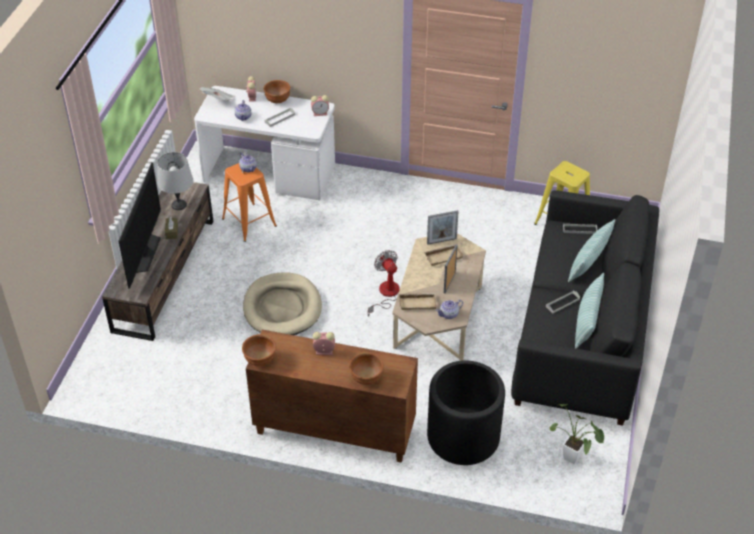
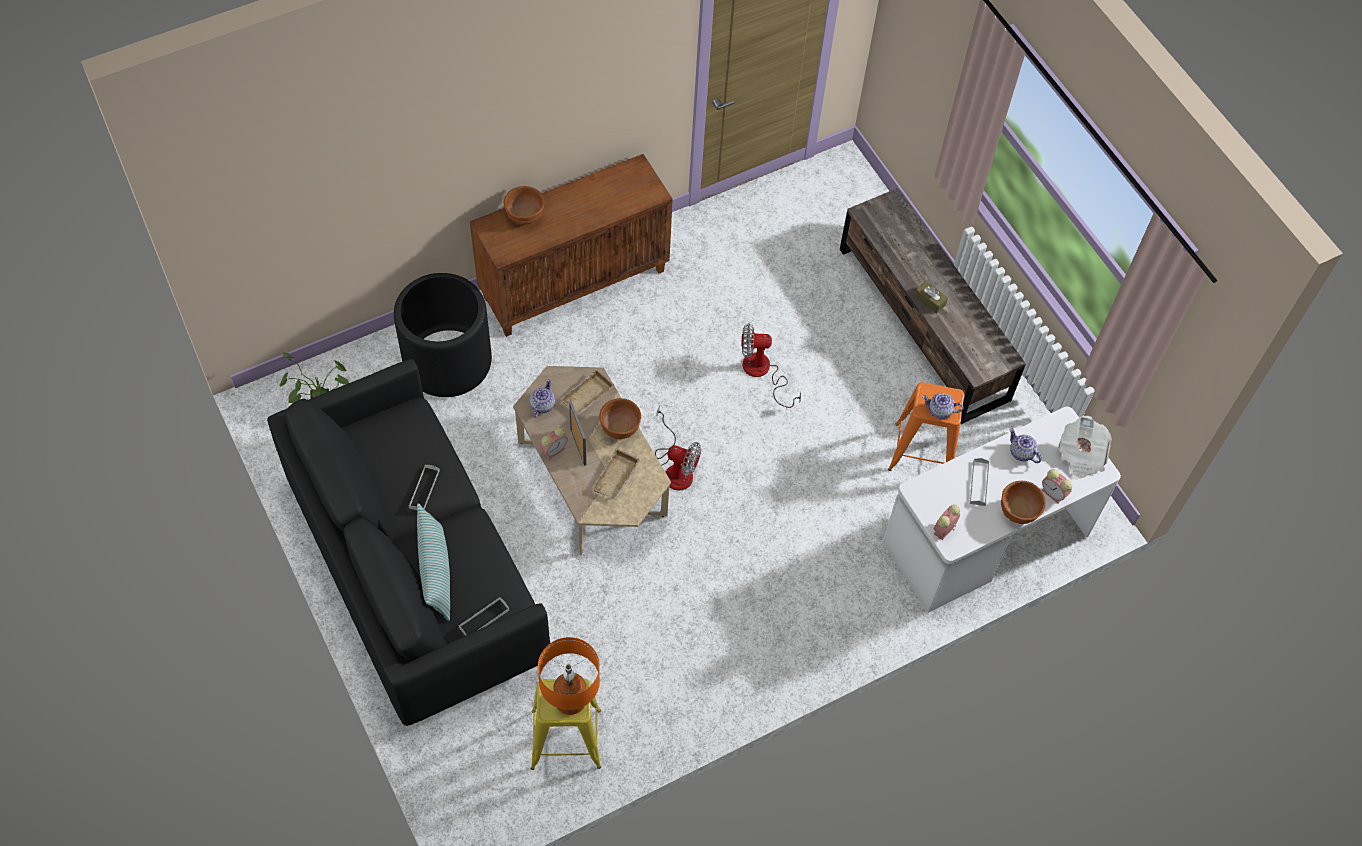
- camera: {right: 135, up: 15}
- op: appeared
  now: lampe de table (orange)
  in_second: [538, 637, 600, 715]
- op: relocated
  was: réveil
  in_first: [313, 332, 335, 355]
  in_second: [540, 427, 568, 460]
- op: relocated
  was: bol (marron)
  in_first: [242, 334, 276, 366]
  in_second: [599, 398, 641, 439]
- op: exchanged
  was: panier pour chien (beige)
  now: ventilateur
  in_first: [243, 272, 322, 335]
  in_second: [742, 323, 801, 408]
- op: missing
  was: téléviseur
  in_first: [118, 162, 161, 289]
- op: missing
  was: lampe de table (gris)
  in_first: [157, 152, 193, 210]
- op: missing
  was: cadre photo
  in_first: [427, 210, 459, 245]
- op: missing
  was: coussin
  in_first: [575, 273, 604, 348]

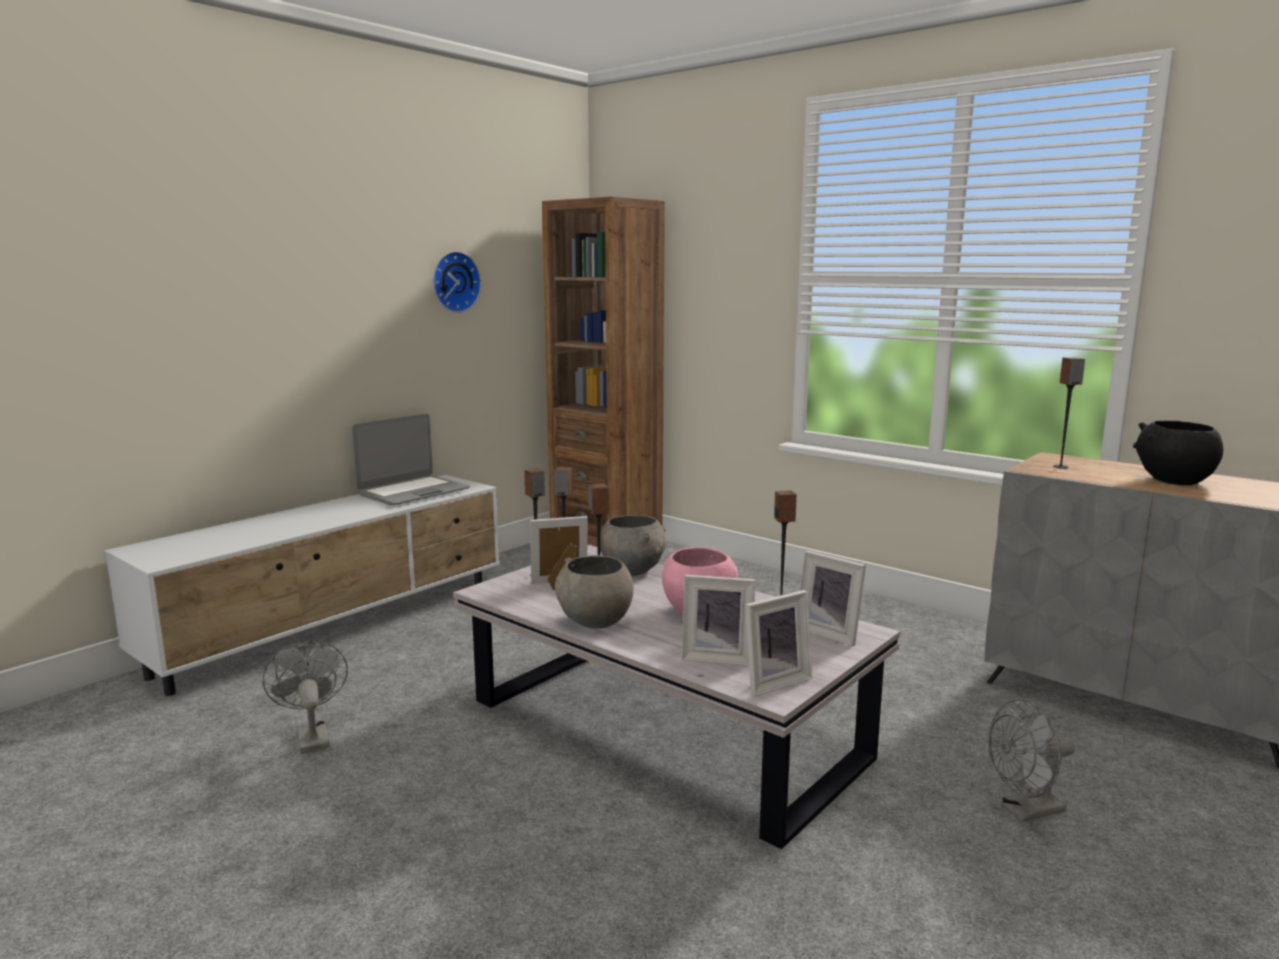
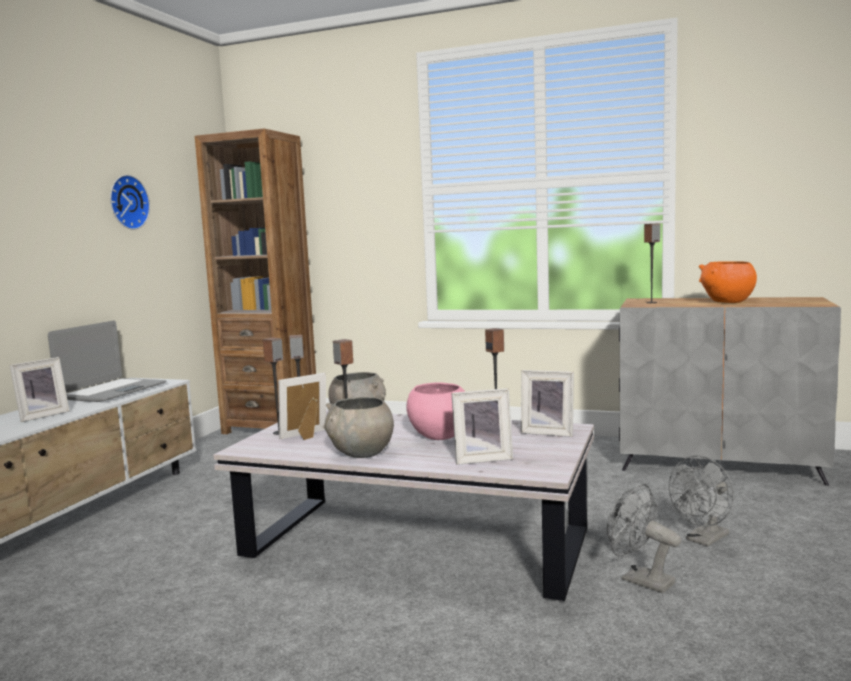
- camera: {right: -20, up: -5}
- op: relocated
  was: cadre photo
  in_first: [745, 590, 812, 696]
  in_second: [10, 357, 70, 422]
- op: relocated
  was: ventilateur (gris)
  in_first: [263, 641, 348, 754]
  in_second: [607, 484, 681, 593]
- op: colour
  was: bol (noir)
  now: bol (orange)
  in_first: [1133, 421, 1223, 485]
  in_second: [699, 261, 757, 303]

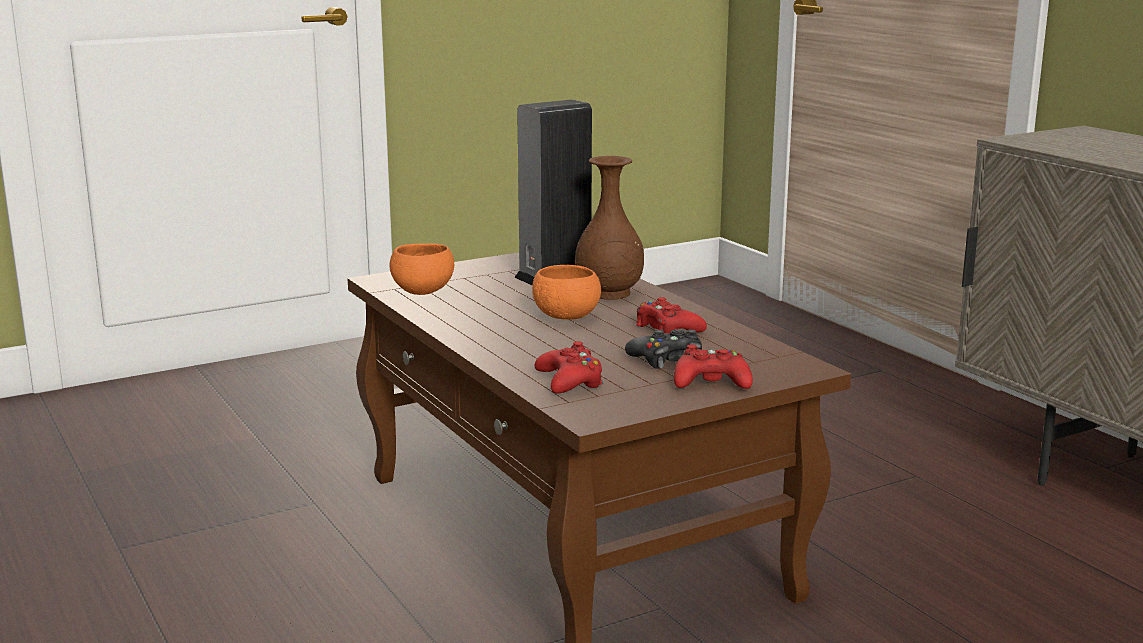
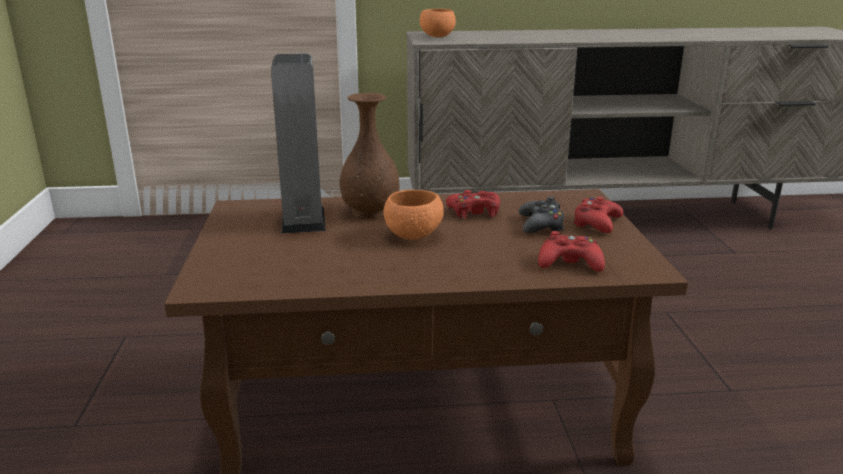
- camera: {right: -65, up: 5}
- op: relocated
  was: bol (orange)
  in_first: [390, 243, 454, 295]
  in_second: [420, 9, 456, 37]

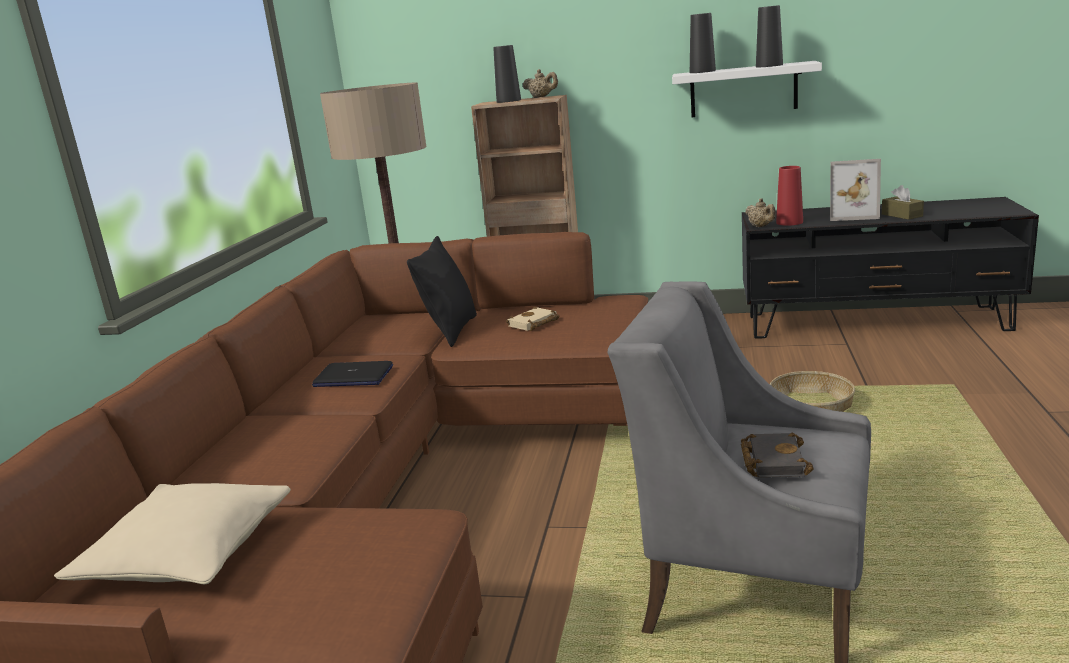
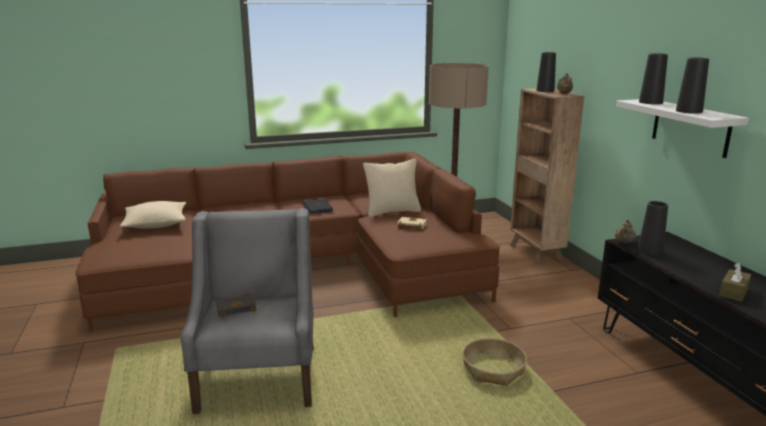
- camera: {right: 60, up: 0}
- op: colour
  was: coussin (noir)
  now: coussin (beige)
  in_first: [407, 236, 477, 347]
  in_second: [363, 159, 421, 217]
- op: colour
  was: vase (rouge)
  now: vase (noir)
  in_first: [776, 166, 803, 226]
  in_second: [638, 201, 668, 256]
- op: missing
  was: cadre photo
  in_first: [830, 159, 881, 221]

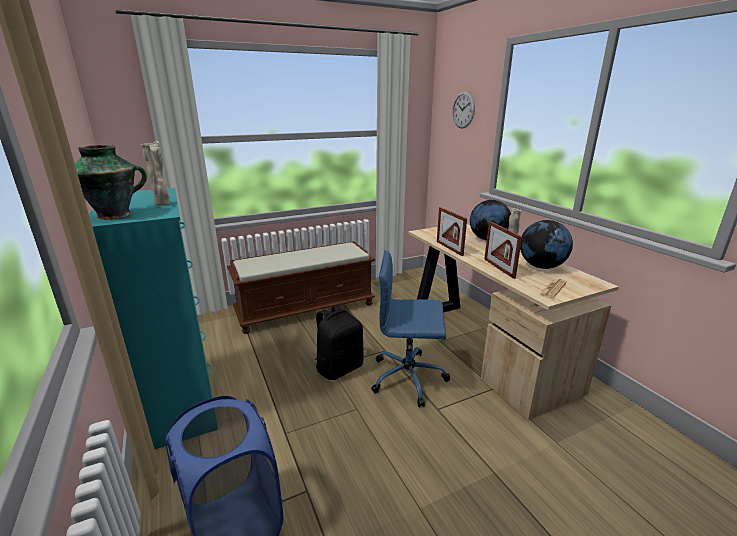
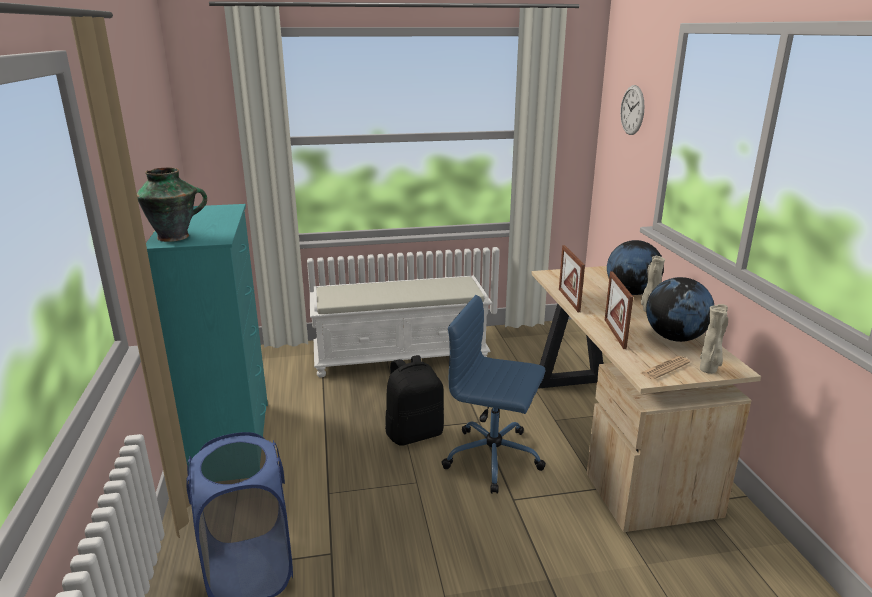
- camera: {right: 15, up: 0}
- op: colour
  was: banc (marron)
  now: banc (blanc)
  in_first: [227, 241, 375, 334]
  in_second: [310, 275, 492, 378]
- op: relocated
  was: vase (beige)
  in_first: [141, 141, 170, 205]
  in_second: [700, 304, 728, 374]

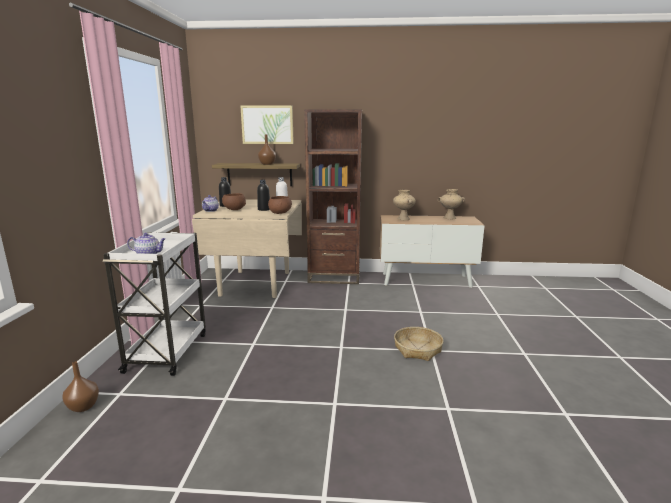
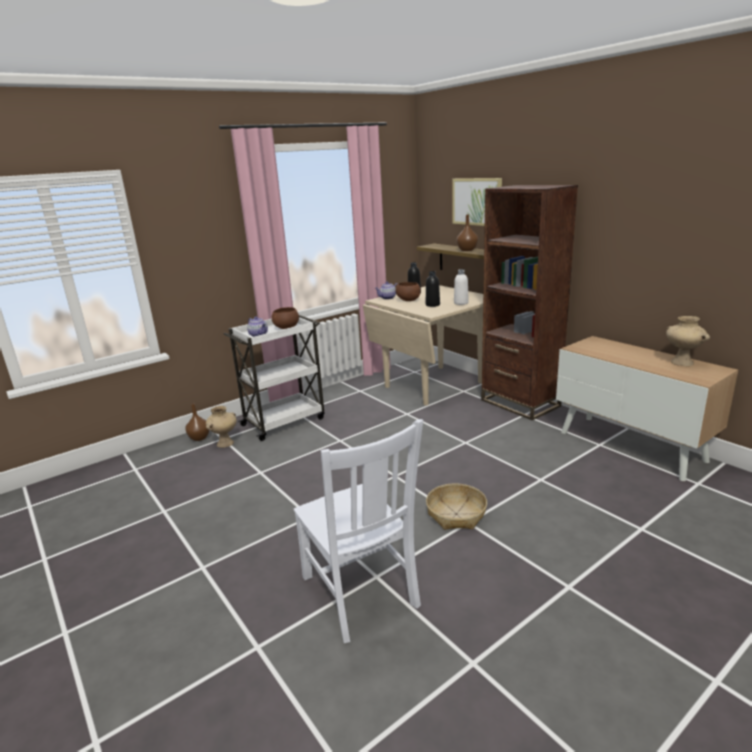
- camera: {right: 50, up: 5}
- op: relocated
  was: vase (beige)
  in_first: [393, 190, 416, 220]
  in_second: [206, 406, 237, 448]
- op: relocated
  was: bol (marron)
  in_first: [268, 196, 292, 214]
  in_second: [272, 307, 299, 329]
- op: appeared
  now: chaise (blanc)
  in_second: [294, 419, 423, 643]

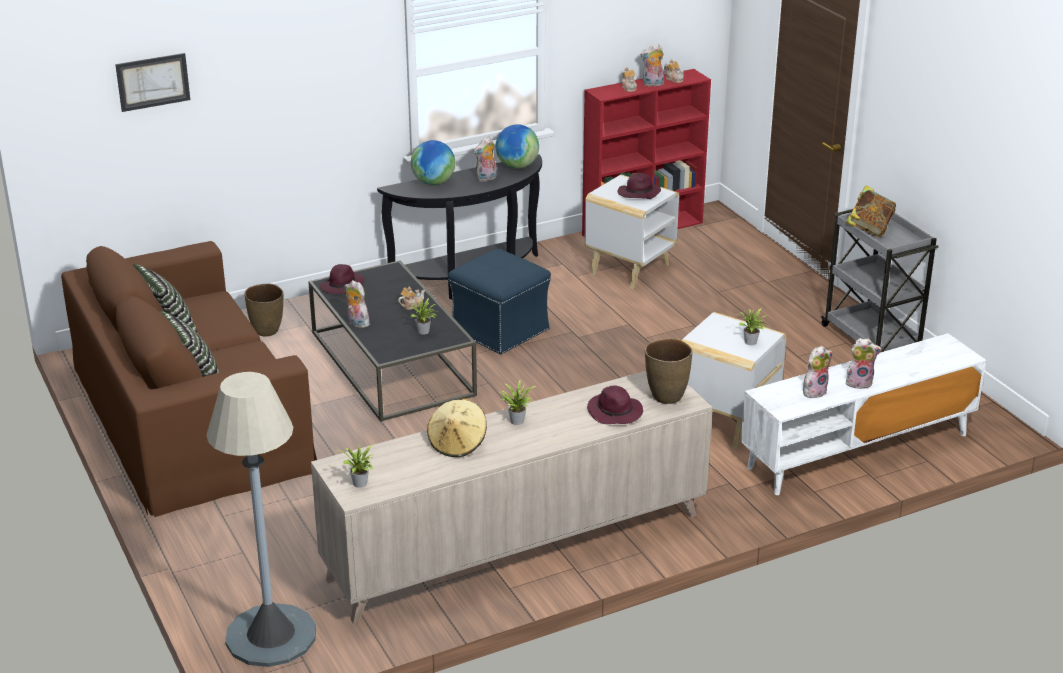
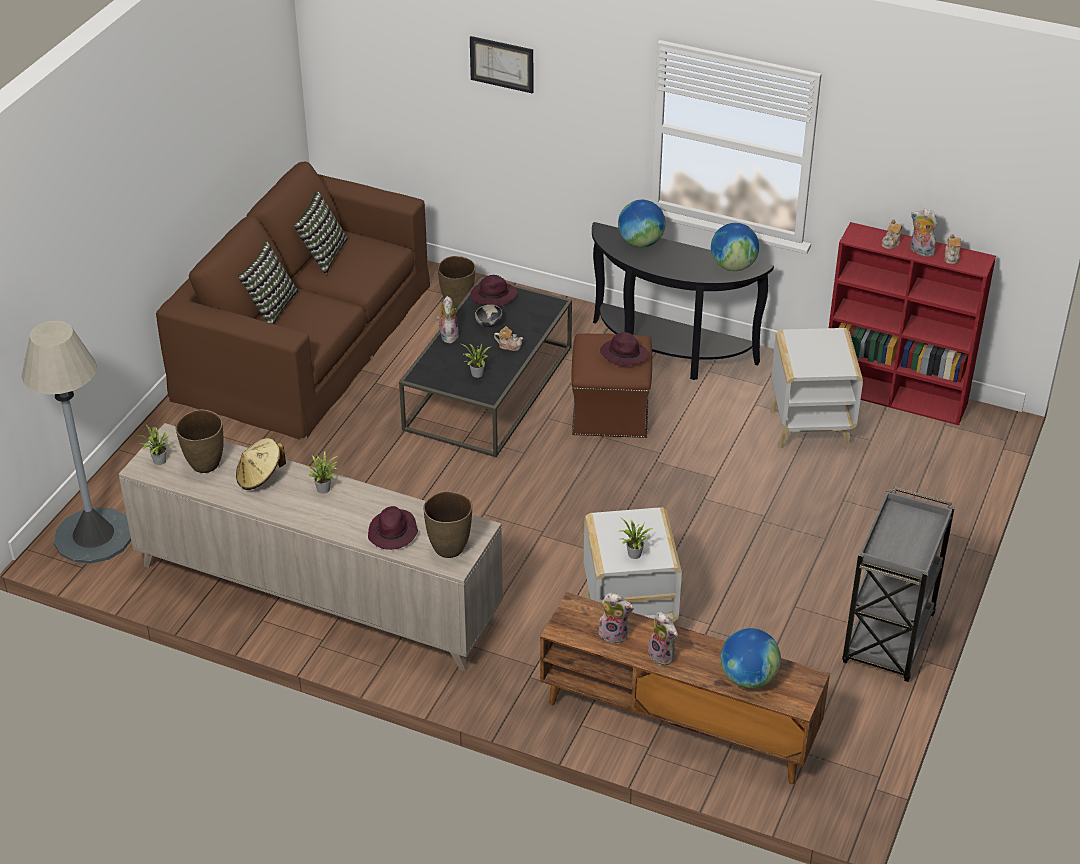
- camera: {right: 50, up: 10}
- op: appeared
  now: vase (marron)
  in_second: [176, 409, 223, 473]
- op: relocated
  was: tableau
  in_first: [115, 53, 190, 112]
  in_second: [470, 36, 533, 94]
- op: appeared
  now: bol
  in_second: [475, 305, 502, 327]
- op: colour
  was: meuble télé (blanc)
  now: meuble télé (marron)
  in_first: [741, 333, 986, 495]
  in_second: [540, 592, 830, 784]
- op: colour
  was: pouf (bleu)
  now: pouf (marron)
  in_first: [448, 249, 551, 355]
  in_second: [571, 334, 652, 438]
- op: relocated
  was: chapeau (violet)
  in_first: [617, 173, 661, 199]
  in_second: [600, 332, 649, 367]
- op: appeared
  now: globe
  in_second: [721, 628, 781, 689]
- op: missing
  was: peluche
  in_first: [474, 137, 497, 182]
- op: missing
  was: livre
  in_first: [846, 185, 896, 237]

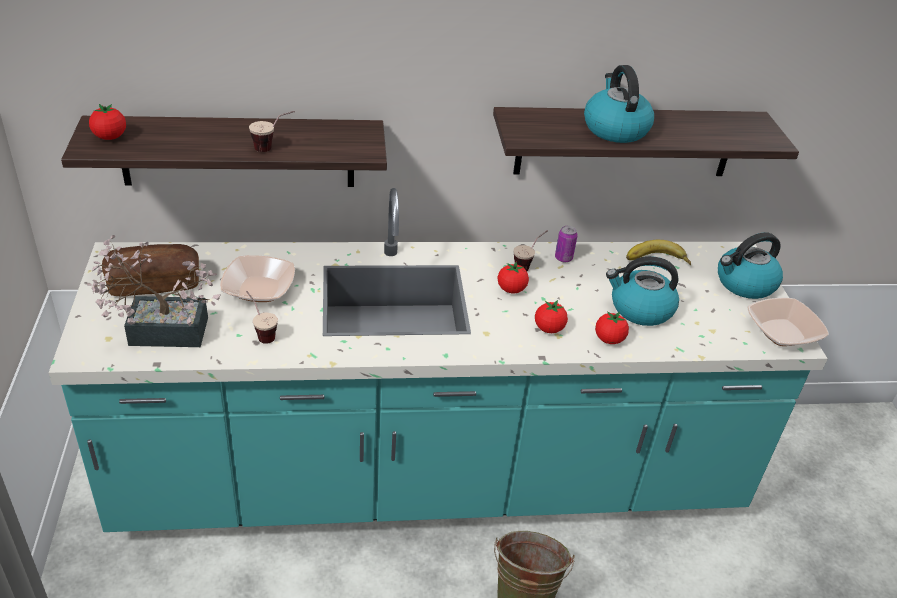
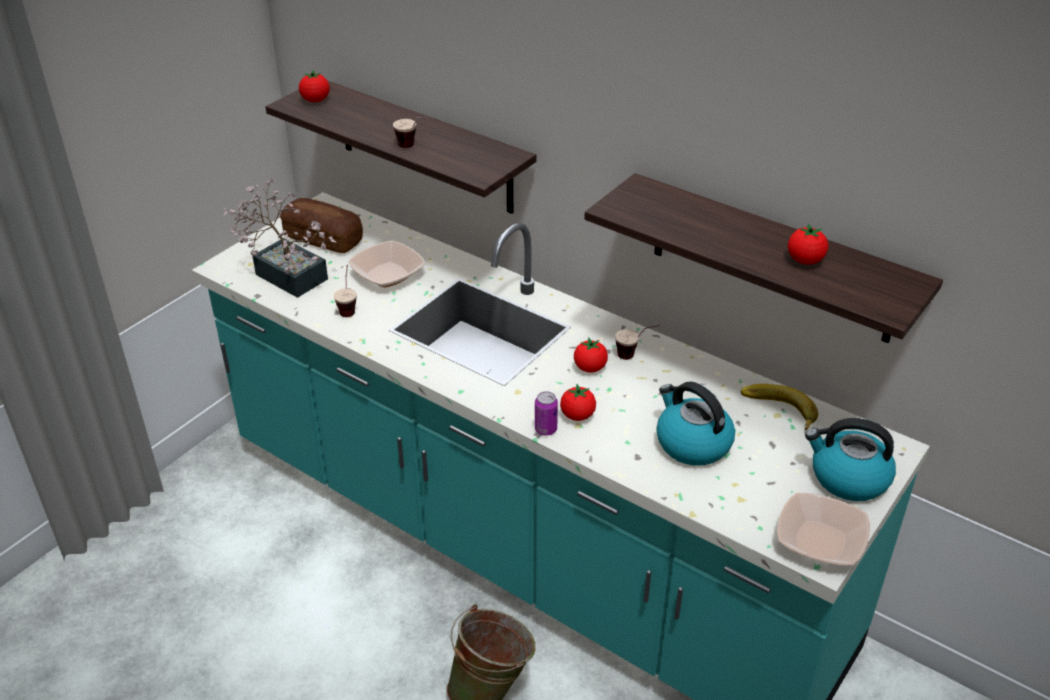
- camera: {right: 45, up: 0}
- op: relocated
  was: boîte métallique
  in_first: [555, 226, 578, 262]
  in_second: [535, 391, 558, 436]
- op: relocated
  was: tomate
  in_first: [595, 312, 629, 344]
  in_second: [788, 223, 828, 264]
- op: missing
  was: bouilloire
  in_first: [584, 65, 654, 143]

